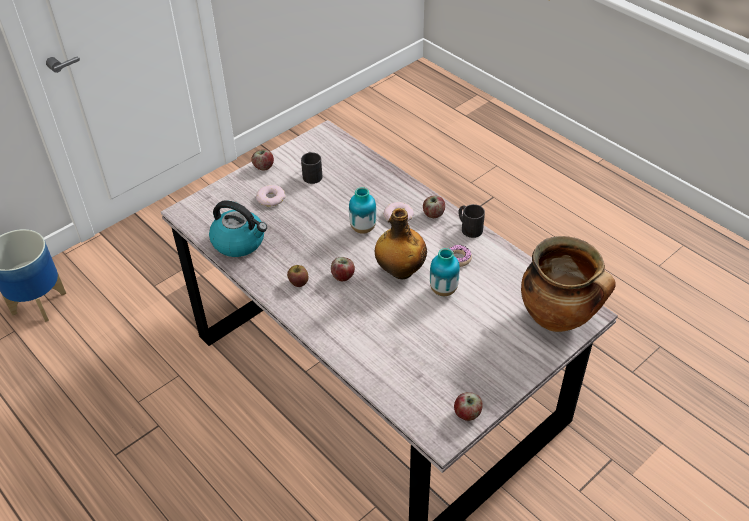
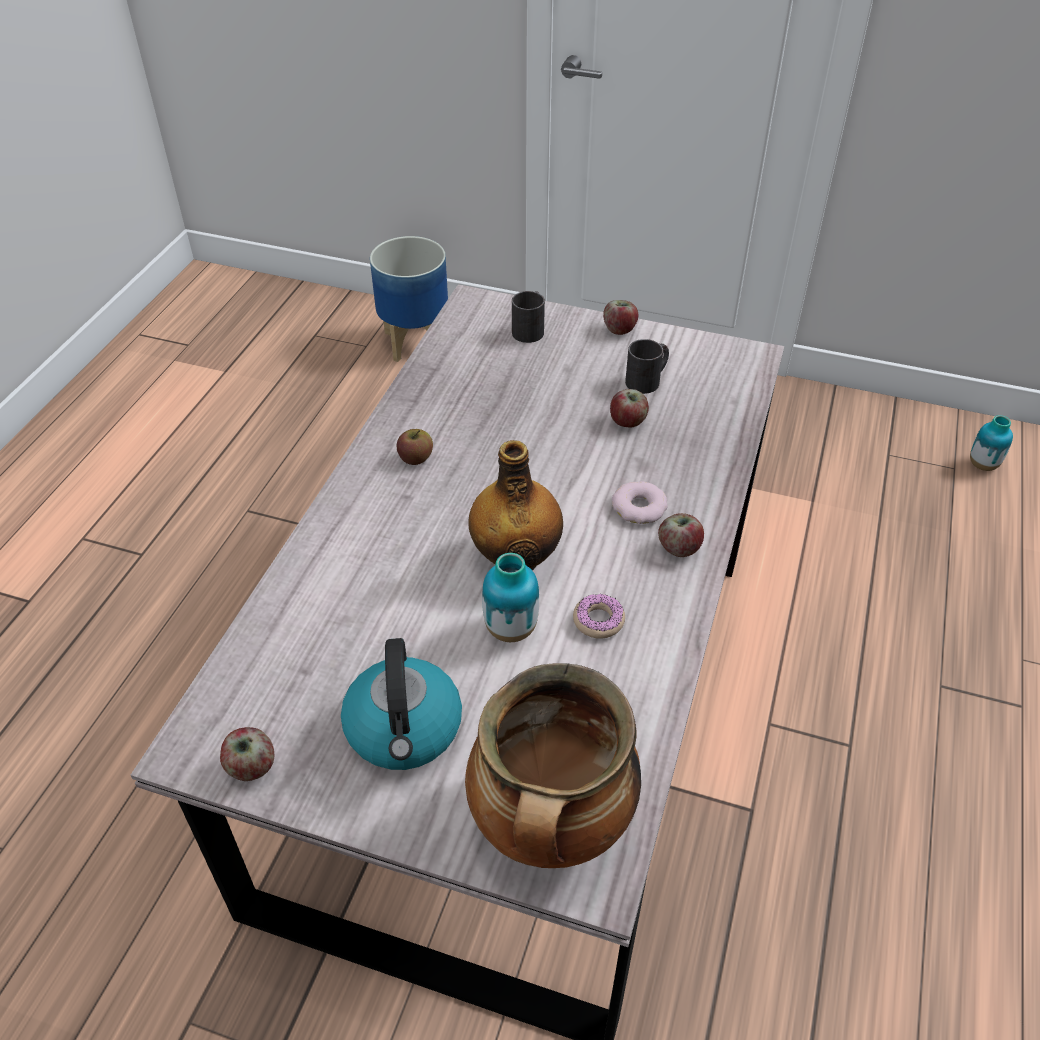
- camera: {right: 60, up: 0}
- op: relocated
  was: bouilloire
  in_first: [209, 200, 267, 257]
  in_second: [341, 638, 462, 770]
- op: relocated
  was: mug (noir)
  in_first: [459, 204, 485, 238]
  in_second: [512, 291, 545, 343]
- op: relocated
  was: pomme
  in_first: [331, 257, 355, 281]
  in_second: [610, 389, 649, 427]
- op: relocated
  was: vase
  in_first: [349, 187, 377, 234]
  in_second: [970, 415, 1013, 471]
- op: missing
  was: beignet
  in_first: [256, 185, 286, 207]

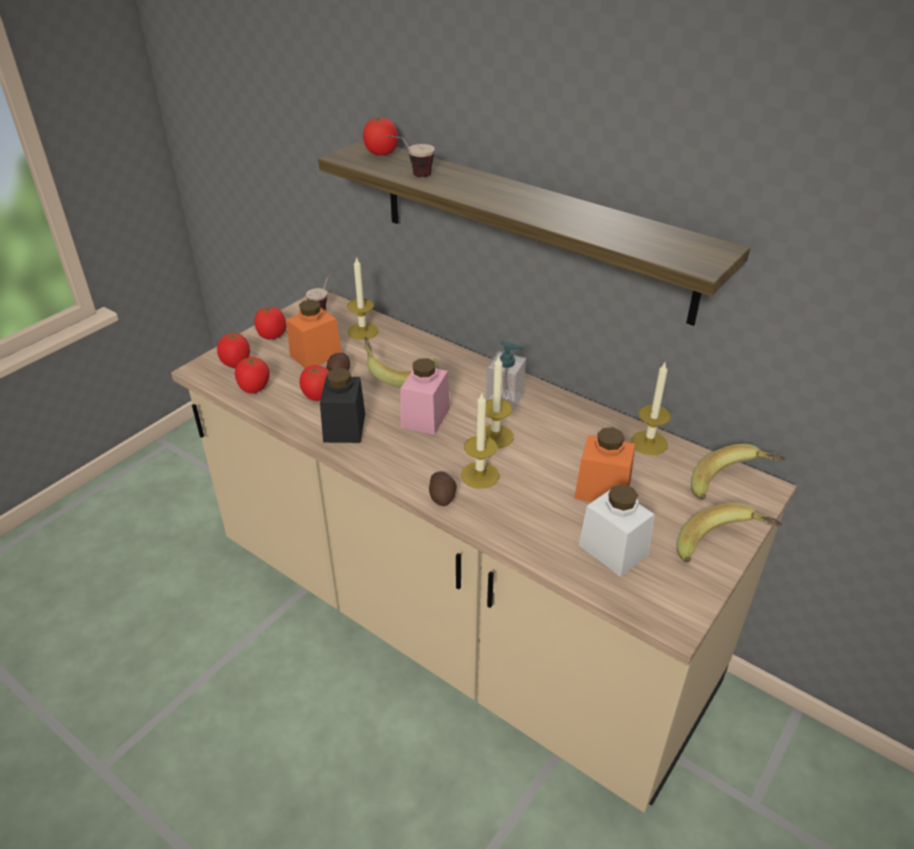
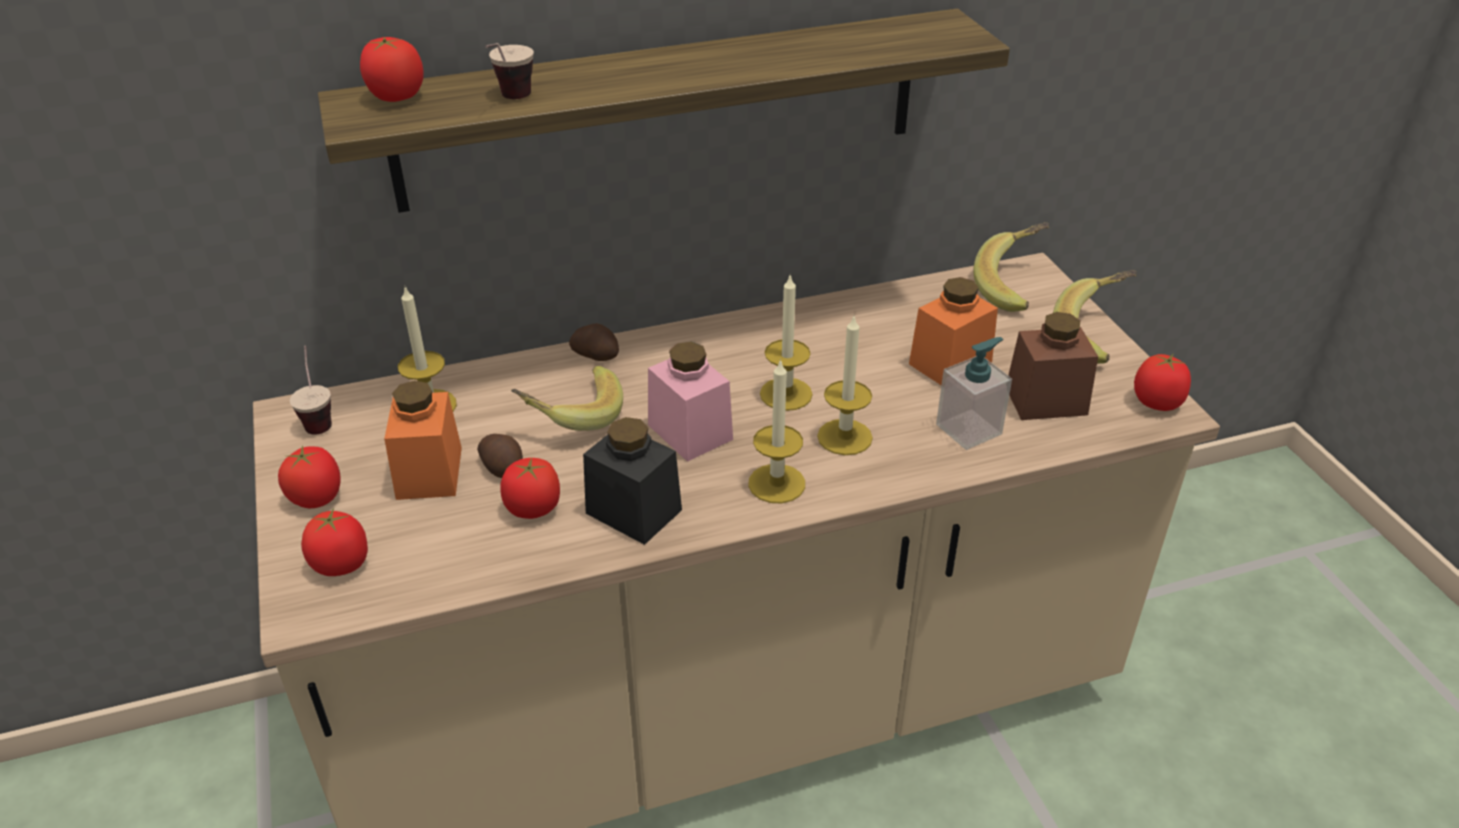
- camera: {right: -55, up: 0}
- op: relocated
  was: pomme de terre
  in_first: [429, 472, 457, 506]
  in_second: [569, 323, 619, 361]
- op: relocated
  was: bougie
  in_first: [631, 363, 671, 455]
  in_second: [748, 358, 805, 504]
- op: relocated
  was: distributeur de savon
  in_first: [486, 341, 526, 410]
  in_second: [936, 337, 1012, 450]
- op: colour
  was: bocal (blanc)
  now: bocal (marron)
  in_first: [579, 484, 655, 577]
  in_second: [1008, 312, 1098, 420]
- op: relocated
  was: tomate
  in_first: [235, 357, 270, 394]
  in_second: [1134, 353, 1191, 411]

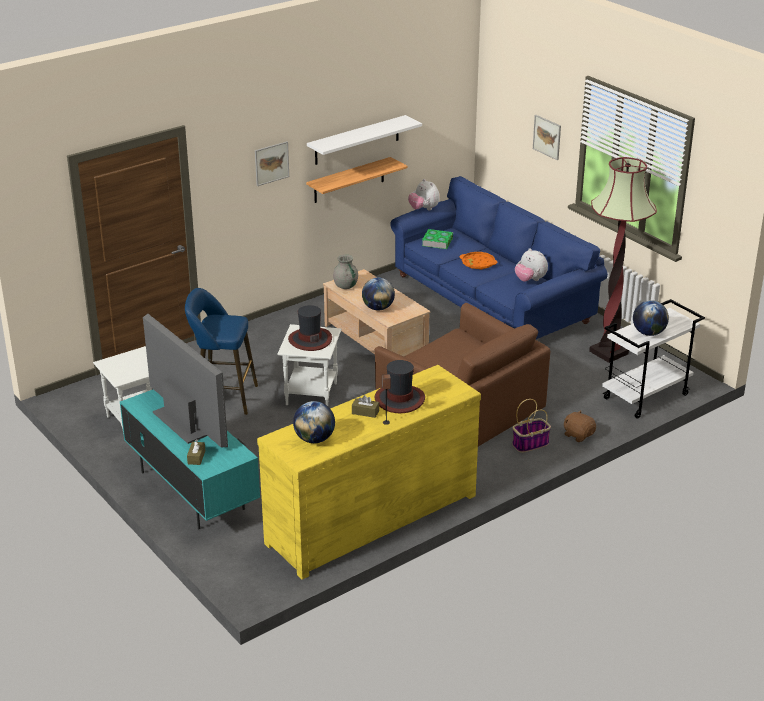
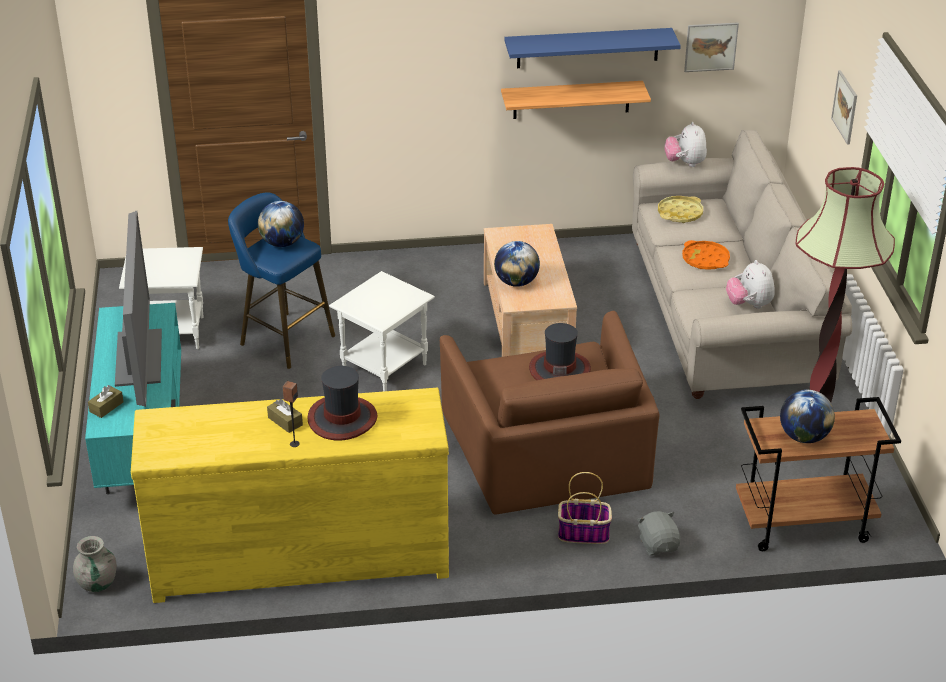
- camera: {right: 30, up: 5}
- op: relocated
  was: vase (gris)
  in_first: [333, 254, 358, 289]
  in_second: [73, 536, 117, 592]
- op: relocated
  was: globe
  in_first: [293, 401, 335, 443]
  in_second: [258, 201, 304, 247]
- op: colour
  was: étagère (blanc)
  now: étagère (bleu)
  in_first: [307, 115, 422, 165]
  in_second: [504, 28, 681, 68]
- op: relocated
  was: chapeau
  in_first: [288, 305, 332, 351]
  in_second: [529, 323, 591, 380]
- op: colour
  was: canapé (bleu)
  now: canapé (beige)
  in_first: [390, 176, 608, 339]
  in_second: [632, 130, 852, 399]
- op: colour
  was: peluche (marron)
  now: peluche (gris)
  in_first: [564, 411, 596, 442]
  in_second: [637, 511, 681, 555]
- op: exchanged
  was: livre
  now: plateau (jaune)
  in_first: [422, 229, 453, 249]
  in_second: [658, 196, 703, 223]
- op: relocated
  was: tableau
  in_first: [255, 141, 289, 186]
  in_second: [684, 22, 739, 72]
- op: colour
  was: chariot (blanc)
  now: chariot (marron)
  in_first: [602, 299, 705, 419]
  in_second: [736, 397, 901, 551]

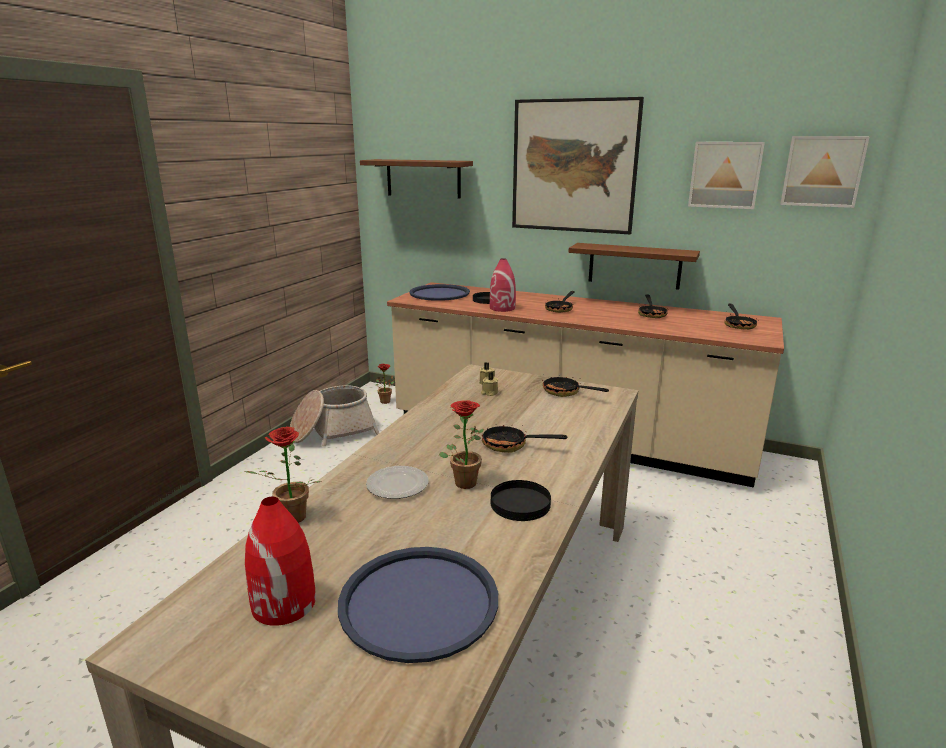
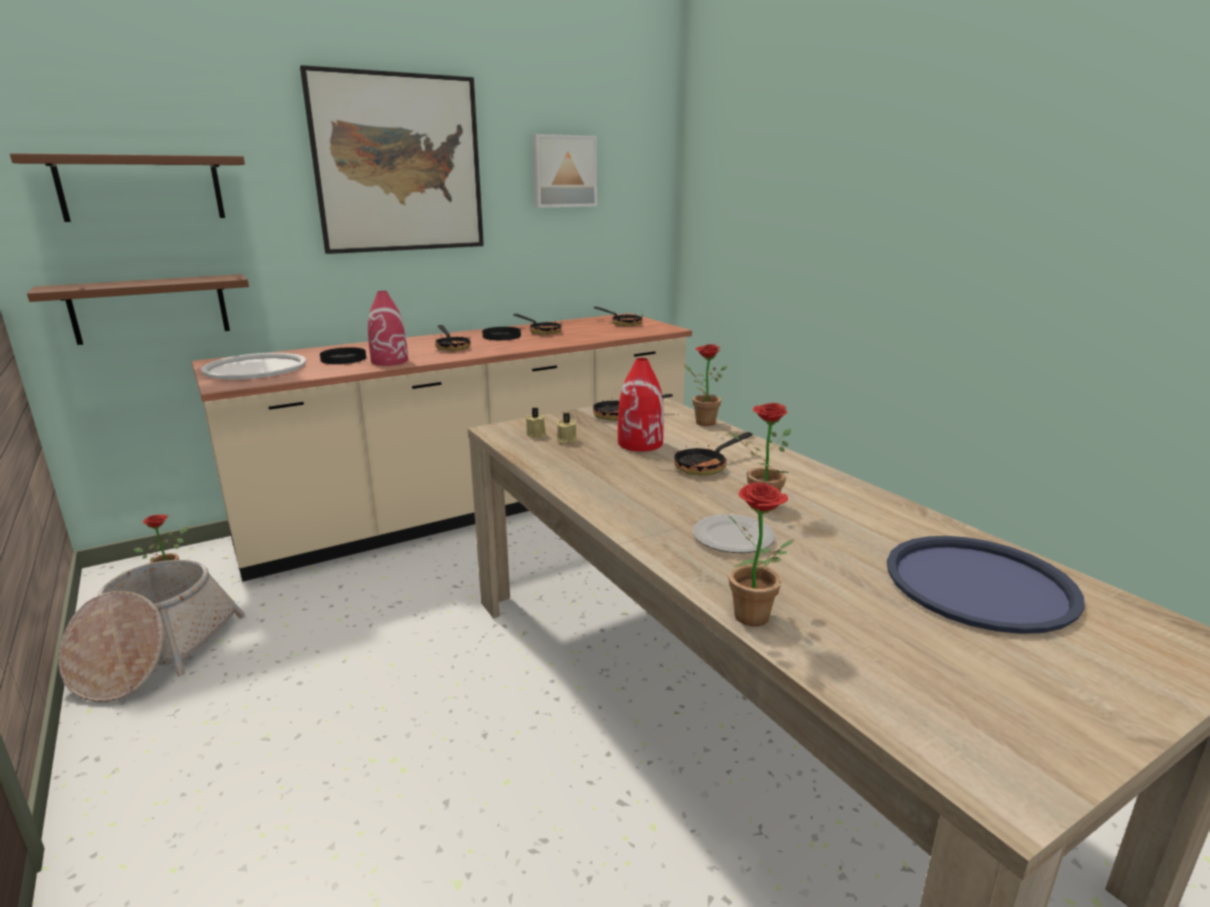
- camera: {right: -55, up: 0}
- op: relocated
  was: étagère (marron)
  in_first: [568, 243, 700, 290]
  in_second: [27, 274, 249, 345]
- op: colour
  was: plateau (bleu)
  now: plateau (blanc)
  in_first: [409, 284, 470, 301]
  in_second: [201, 353, 306, 379]
- op: relocated
  was: assiette (noir)
  in_first: [491, 480, 551, 521]
  in_second: [482, 327, 521, 340]
- op: relocated
  was: vase (rouge)
  in_first: [245, 497, 316, 626]
  in_second: [618, 358, 664, 452]
- op: appeared
  now: plante en pot
  in_second: [684, 344, 727, 426]
- op: missing
  was: tableau
  in_first: [780, 136, 870, 208]

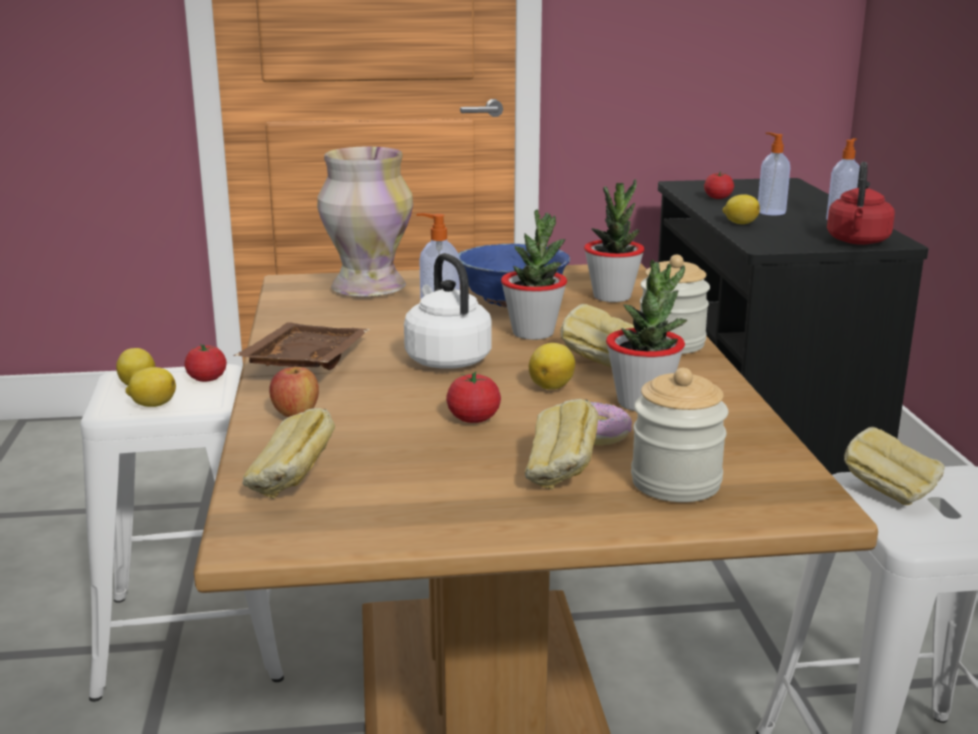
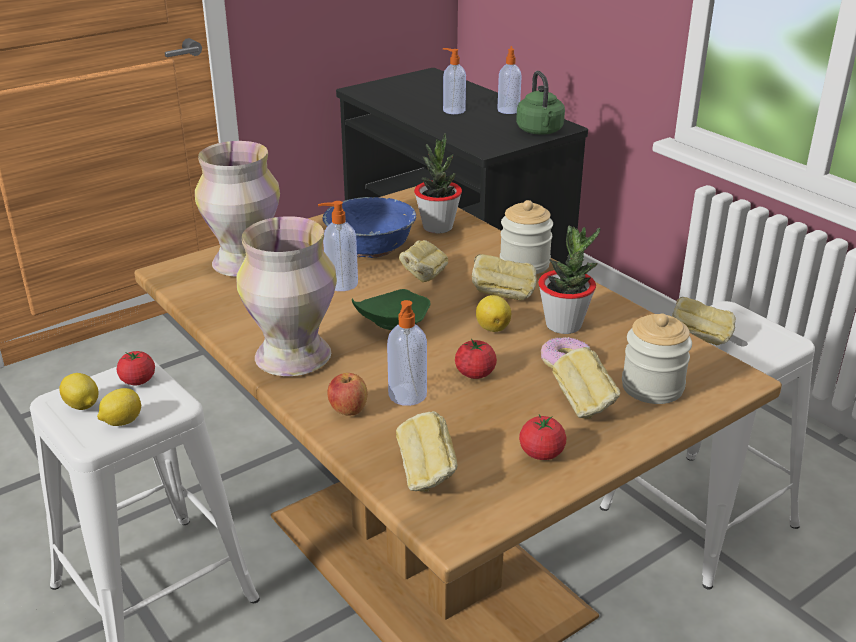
- camera: {right: -30, up: 10}
- op: exchanged
  was: plateau (marron)
  now: vase
  in_first: [233, 322, 370, 370]
  in_second: [236, 216, 337, 376]
- op: exchanged
  was: bouilloire (blanc)
  now: assiette (vert)
  in_first: [404, 253, 491, 369]
  in_second: [352, 289, 430, 330]
- op: appeared
  now: distributeur de savon
  in_second: [387, 300, 427, 406]
- op: exchanged
  was: plante en pot
  now: pain
  in_first: [501, 210, 567, 340]
  in_second: [399, 240, 448, 282]
- op: colour
  was: bouilloire (rouge)
  now: bouilloire (vert)
  in_first: [827, 162, 895, 245]
  in_second: [516, 71, 565, 135]
- op: relocated
  was: tomate
  in_first: [704, 171, 734, 199]
  in_second: [519, 415, 566, 460]
- op: missing
  was: citron
  in_first: [722, 194, 760, 224]

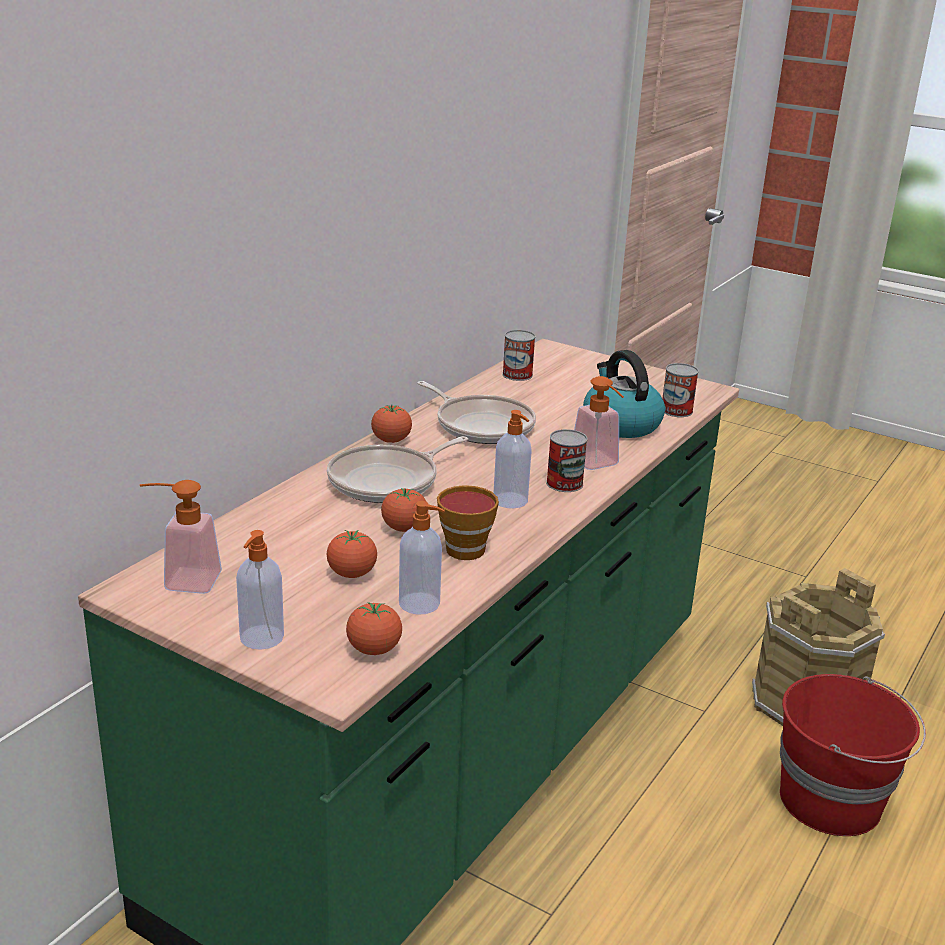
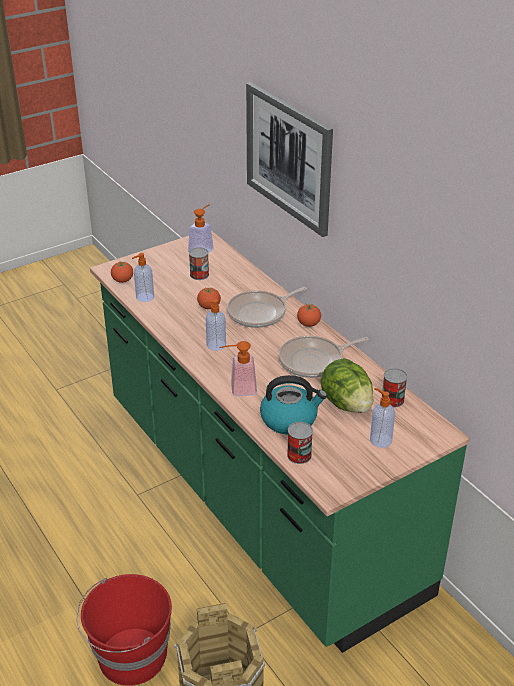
- camera: {right: 115, up: 10}
- op: relocated
  was: boîte métallique
  in_first: [546, 429, 588, 492]
  in_second: [189, 247, 209, 280]
- op: spun
  was: poêle
  in_first: [327, 436, 468, 503]
  in_second: [227, 287, 307, 328]
  clockwise: -105
- op: appeared
  now: tableau
  in_second: [246, 82, 333, 237]
- op: appeared
  now: laitue
  in_second: [320, 358, 373, 413]
- op: relocated
  was: distributeur de savon
  in_first: [236, 530, 284, 650]
  in_second: [370, 388, 395, 448]
- op: missing
  was: tomate
  in_first: [327, 530, 377, 578]
- op: missing
  was: tasse
  in_first: [437, 485, 499, 560]

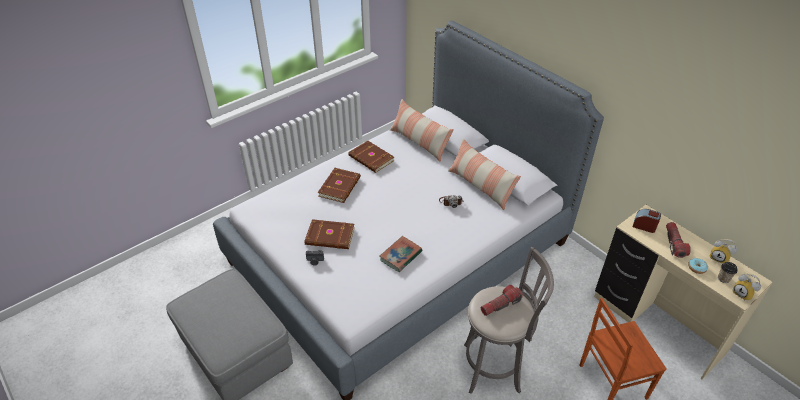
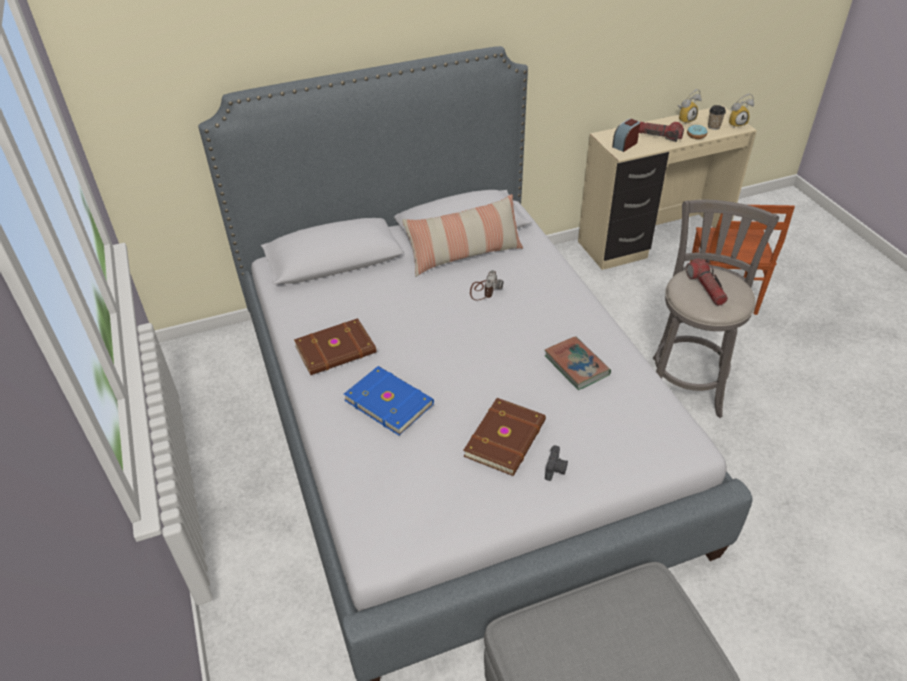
- camera: {right: -70, up: 0}
- op: colour
  was: livre (marron)
  now: livre (bleu)
  in_first: [317, 168, 361, 203]
  in_second: [344, 366, 434, 435]
- op: missing
  was: coussin
  in_first: [390, 99, 454, 162]

